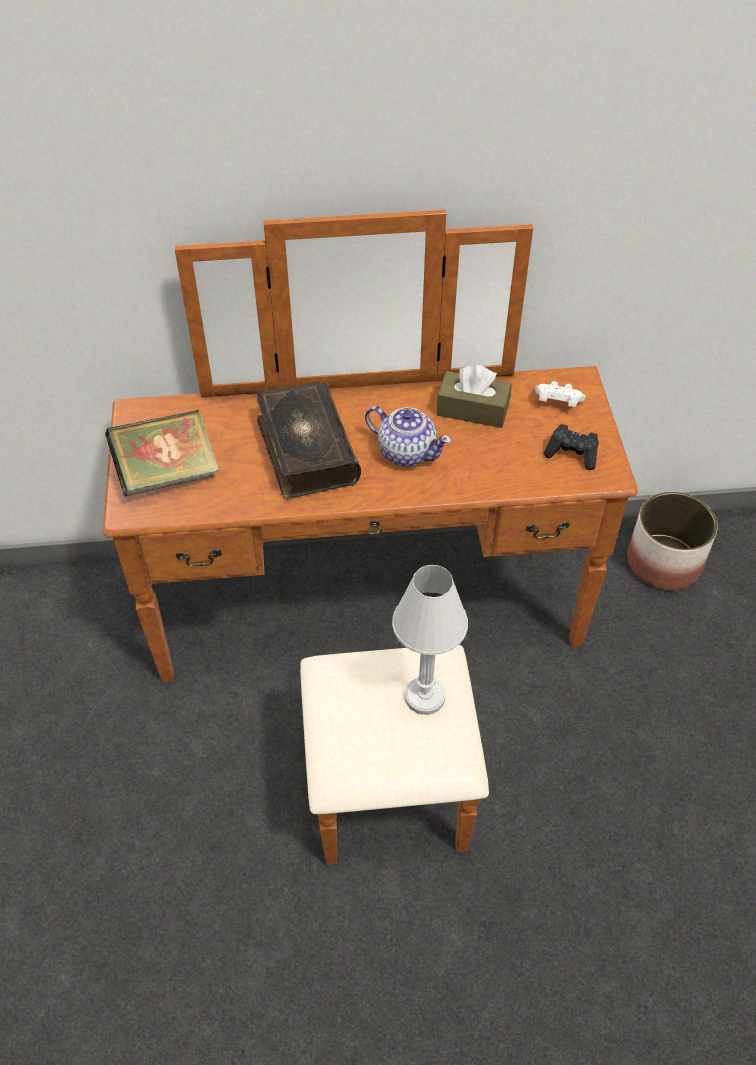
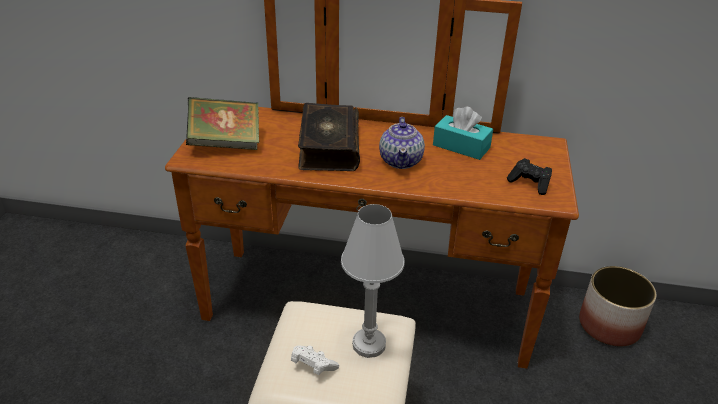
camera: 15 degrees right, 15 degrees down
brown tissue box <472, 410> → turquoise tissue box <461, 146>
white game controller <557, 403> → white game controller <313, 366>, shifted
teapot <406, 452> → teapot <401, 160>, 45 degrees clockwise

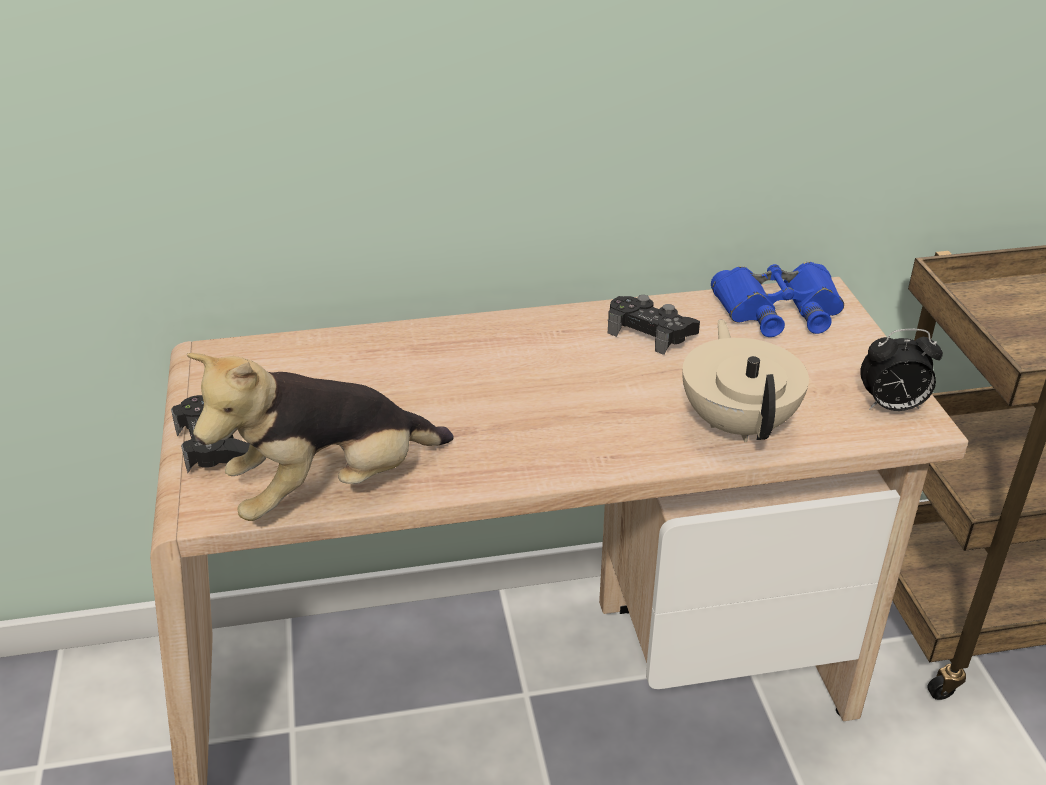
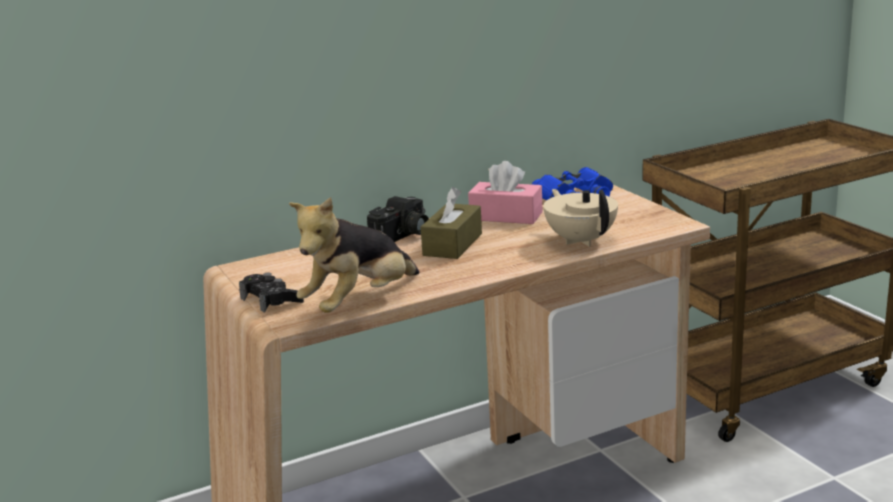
camera: 15 degrees left, 15 degrees down
black game controller <650, 332> → pink tissue box <506, 216>
alarm clock <891, 407> → -
- → brown tissue box <452, 244>
- → photo camera <403, 236>

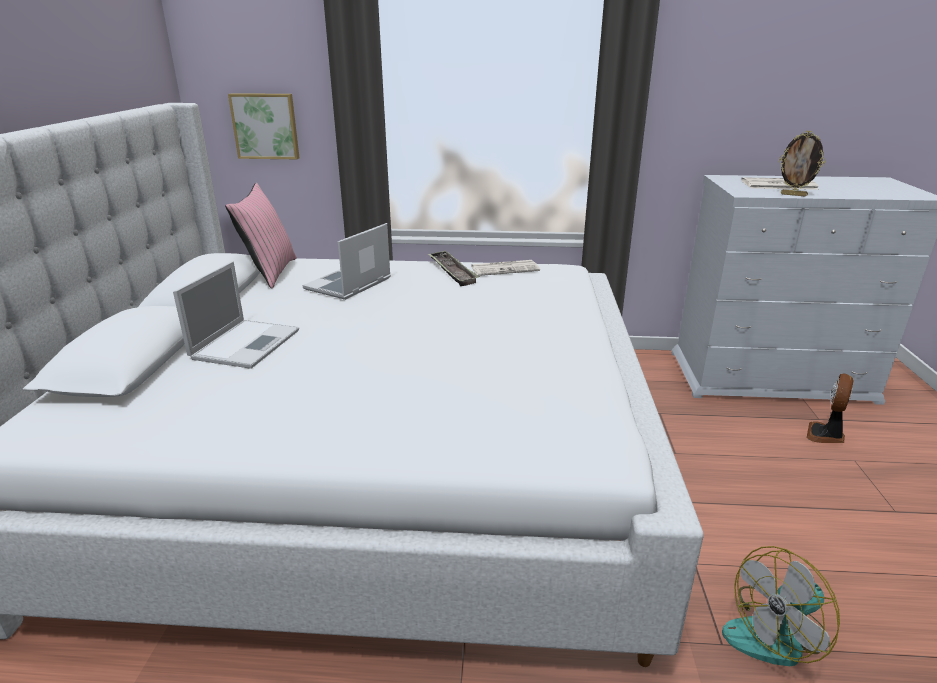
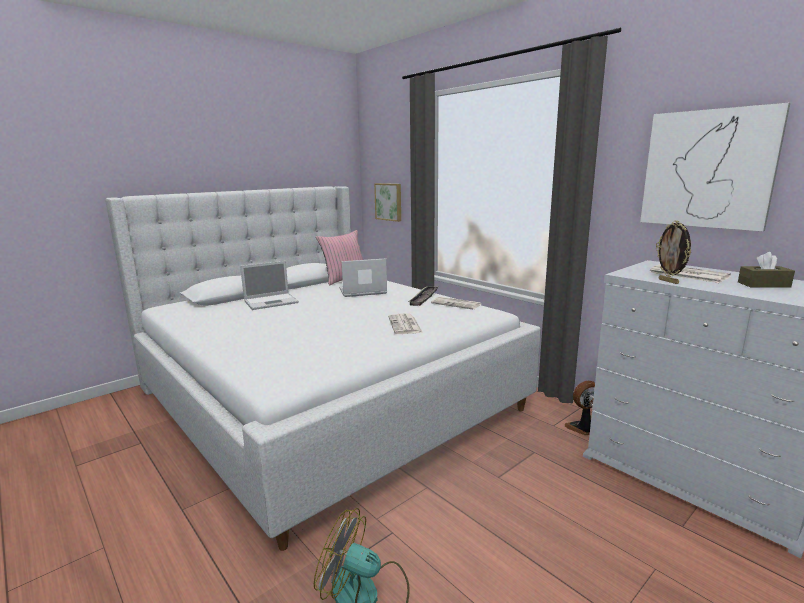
camera: 45 degrees right, 10 degrees down
fan <825, 435> → fan <582, 428>, shifted
- → picture <707, 169>
- → brown tissue box <763, 285>
- → newspaper <405, 325>

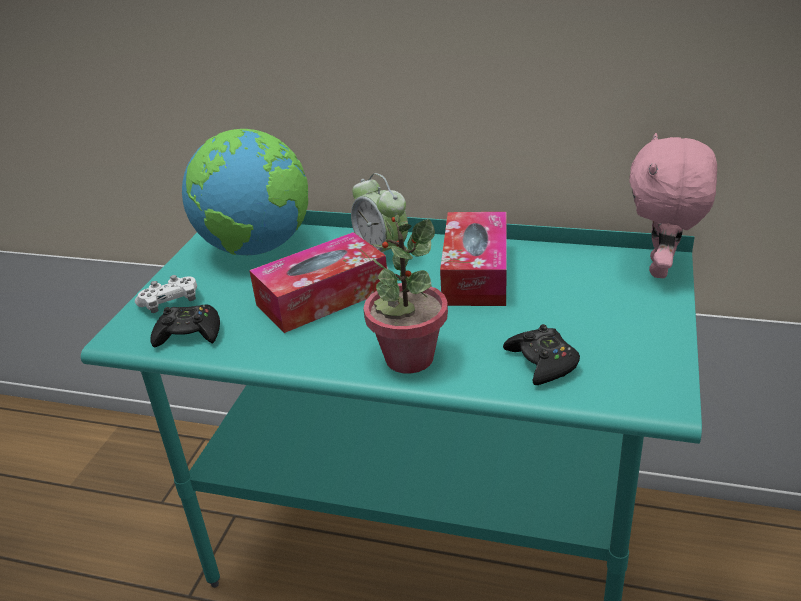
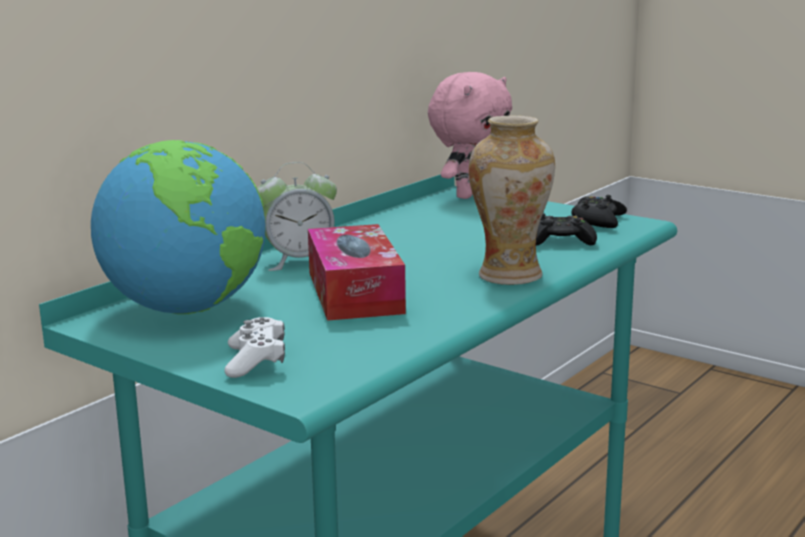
camera: 70 degrees left, 15 degrees down
pink plush toy <662, 269> → pink plush toy <469, 195>, 90 degrees counterclockwise
tissue box <475, 273> → -
potted plant <408, 358> → vase <509, 276>
black game controller <189, 334> → black game controller <598, 221>, shifted

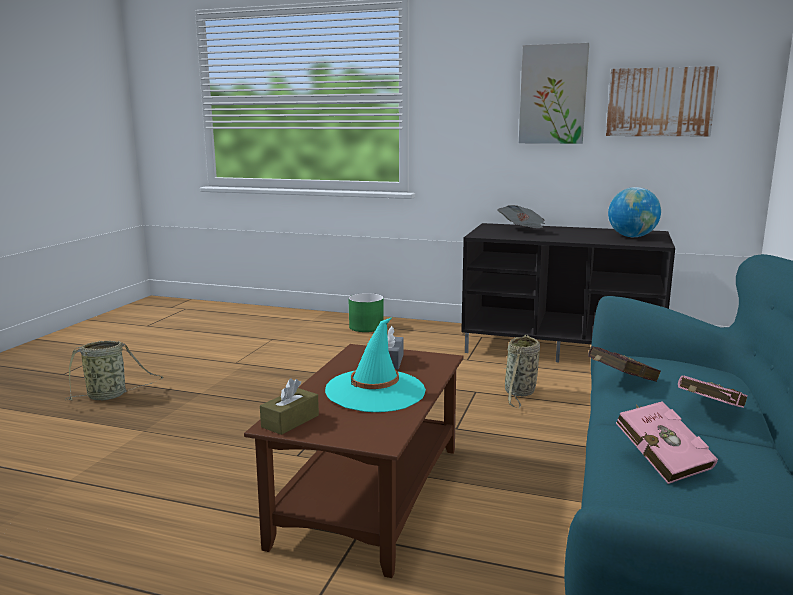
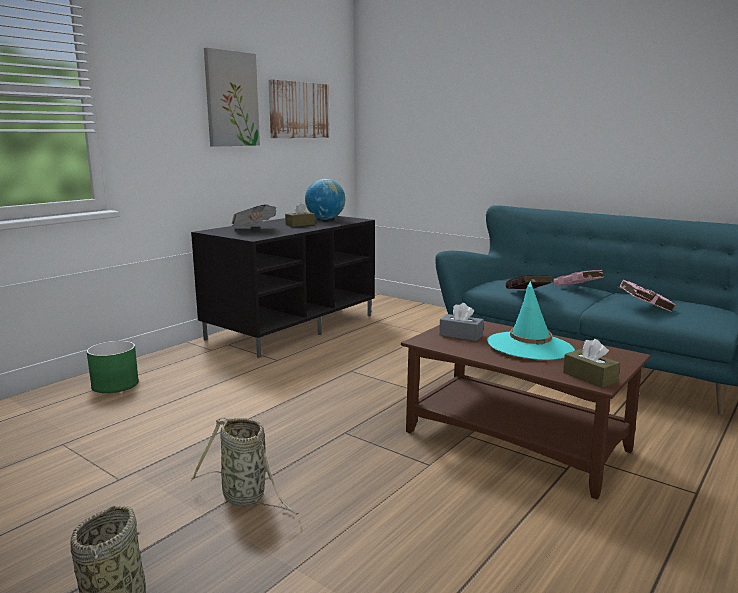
camera: 70 degrees left, 0 degrees up
basket <519, 393> → basket <246, 497>, shifted
- → brown tissue box <300, 225>

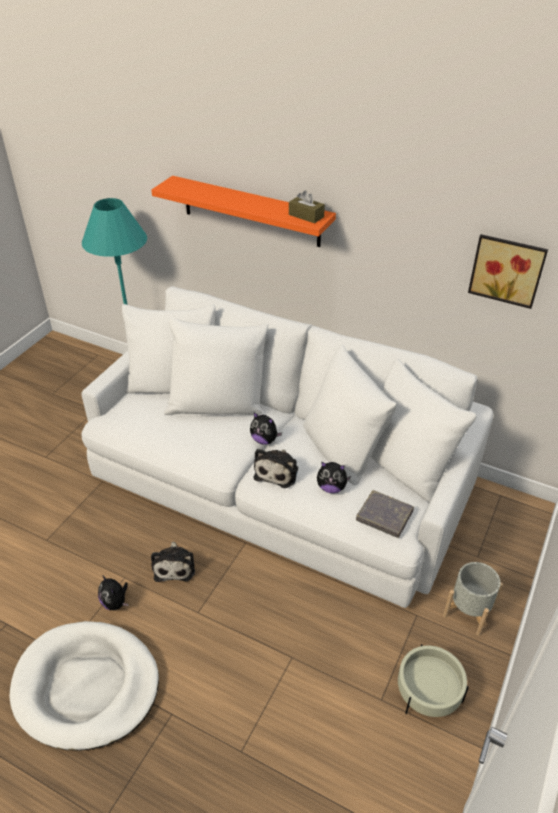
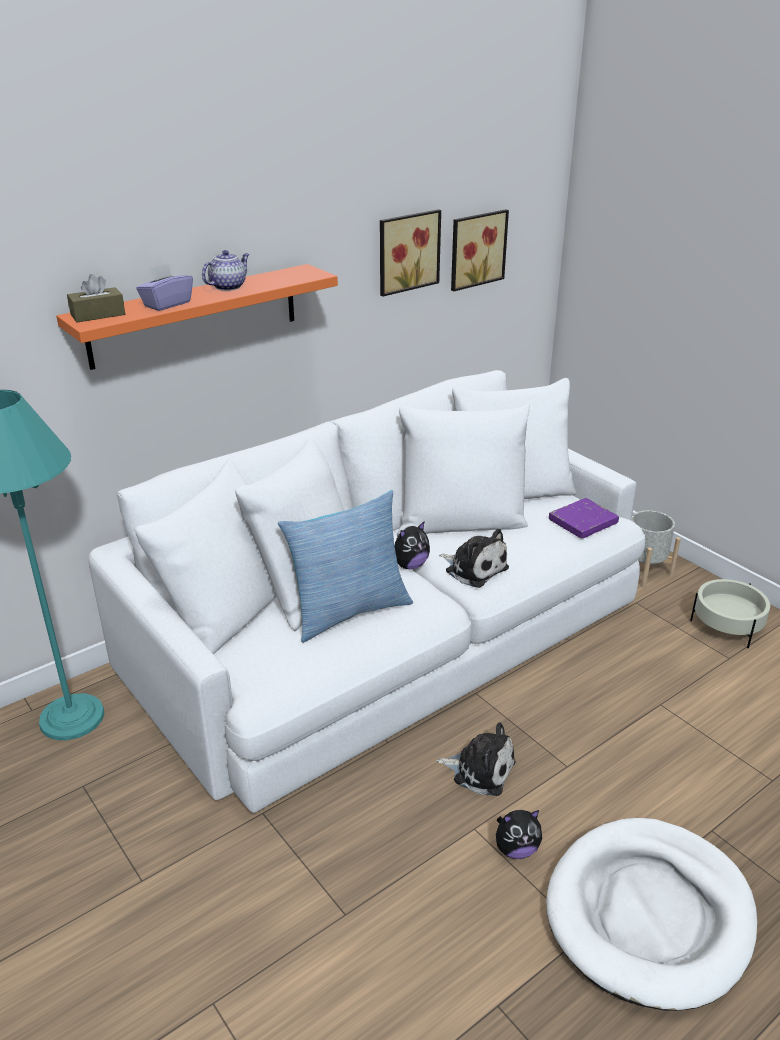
camera: 65 degrees left, 10 degrees down
brown tissue box <306, 216> → brown tissue box <98, 315>, shifted
plush toy <331, 488> → -
grey book <384, 516> → purple book <583, 522>
- → picture <407, 251>
- → teapot <228, 286>
- → purple tissue box <167, 304>
- → pillow <348, 611>

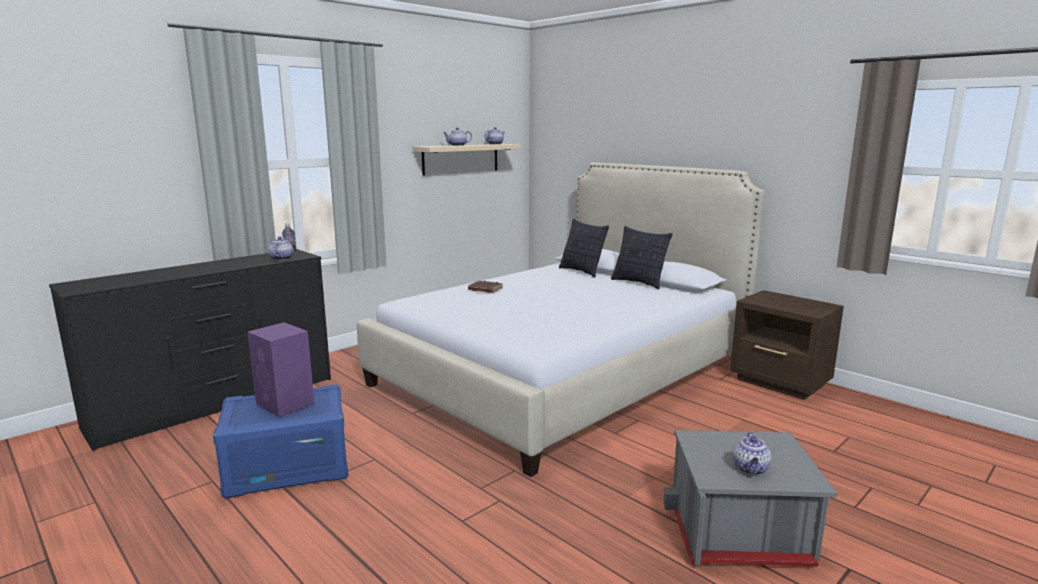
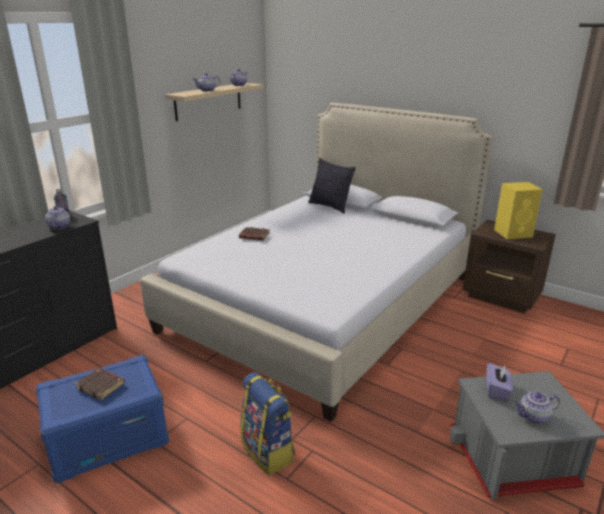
camera: 10 degrees left, 10 degrees up
pillow <639, 283> → -
purple speaker <286, 404> → brown book <101, 386>
teapot <751, 469> → teapot <533, 417>, 75 degrees clockwise
- → yellow speaker <513, 233>
- → purple tissue box <497, 390>
- → backpack <268, 451>

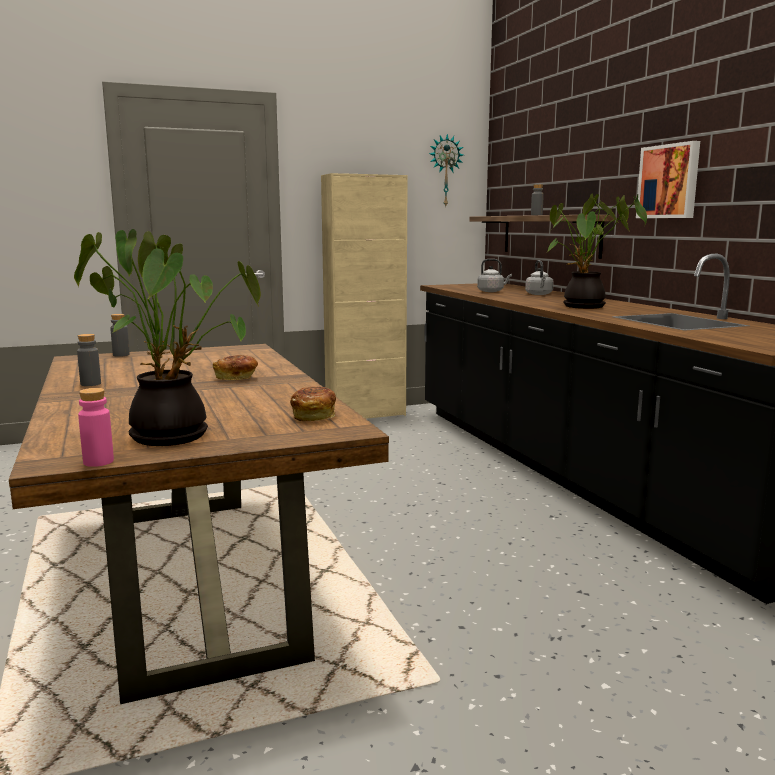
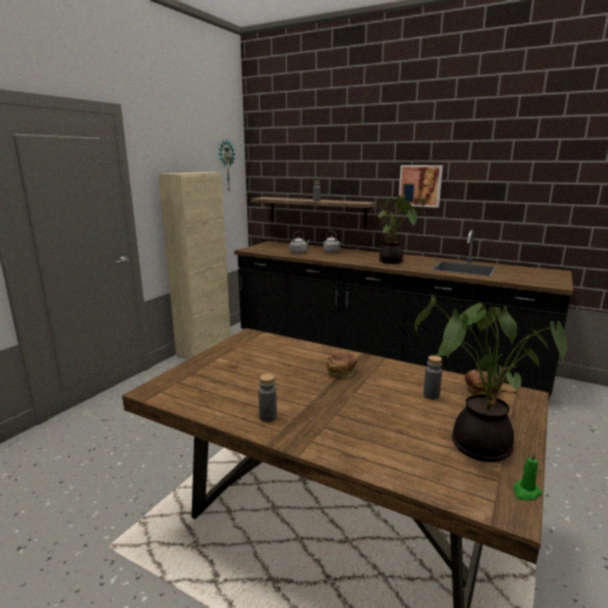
camera: 40 degrees left, 5 degrees up
grey bottle <121, 355> → grey bottle <431, 395>, shifted
pink bottle <98, 462> → green candle <525, 492>

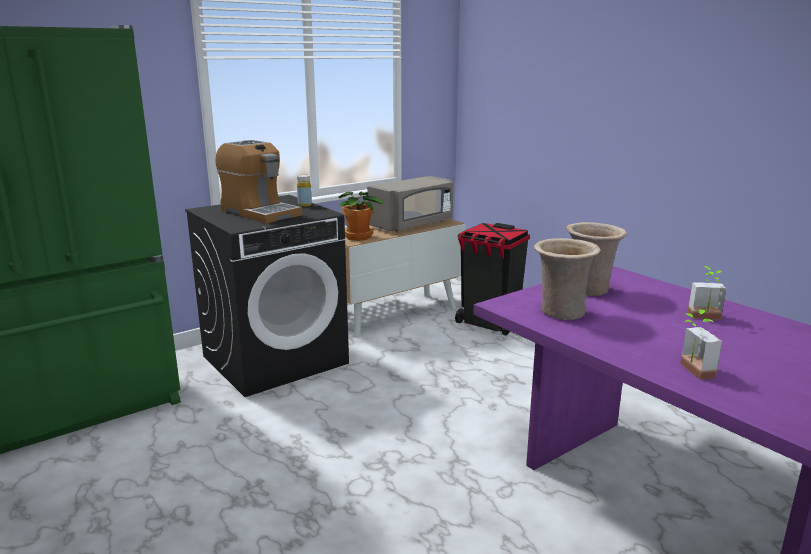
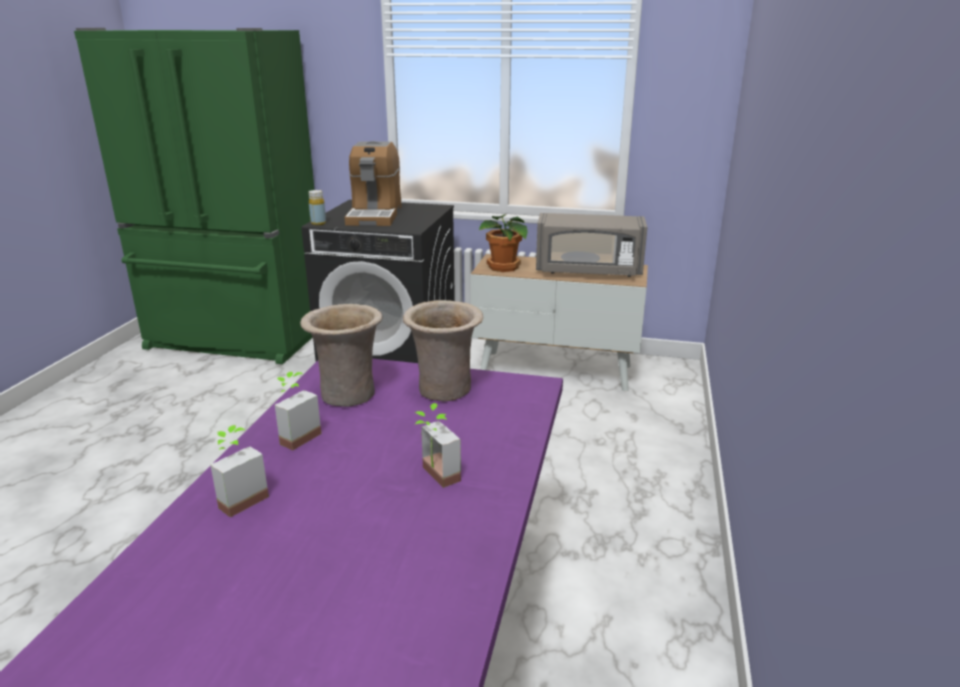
camera: 50 degrees right, 5 degrees up
yellow bottle <305, 205> → yellow bottle <318, 223>, shifted
black trash can <489, 324> → -
- → potted plant <295, 436>

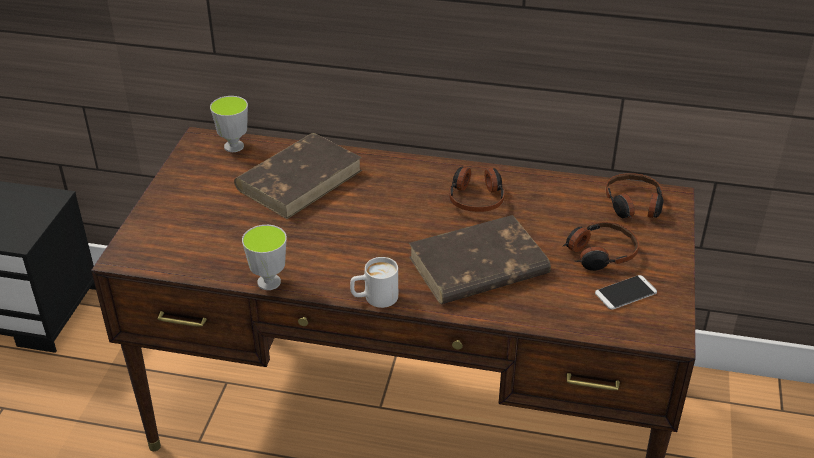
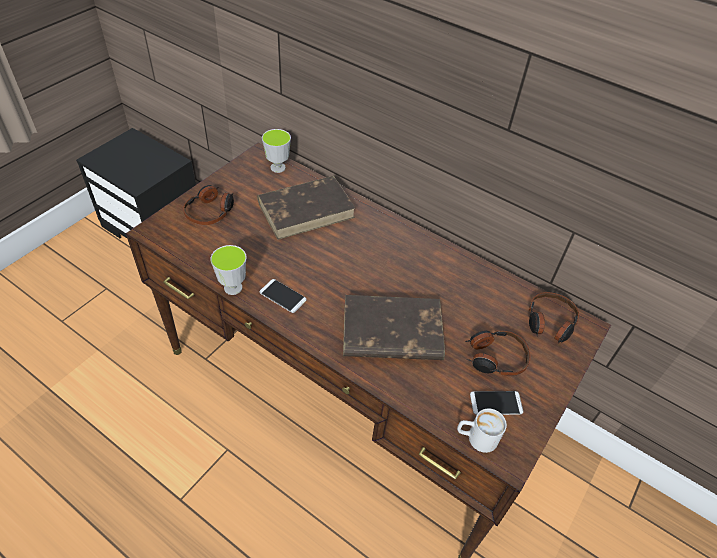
camera: 20 degrees right, 10 degrees up
headphones <476, 197> → headphones <211, 211>, shifted
white mug <374, 298> → white mug <476, 438>, shifted
- → phone <283, 296>

